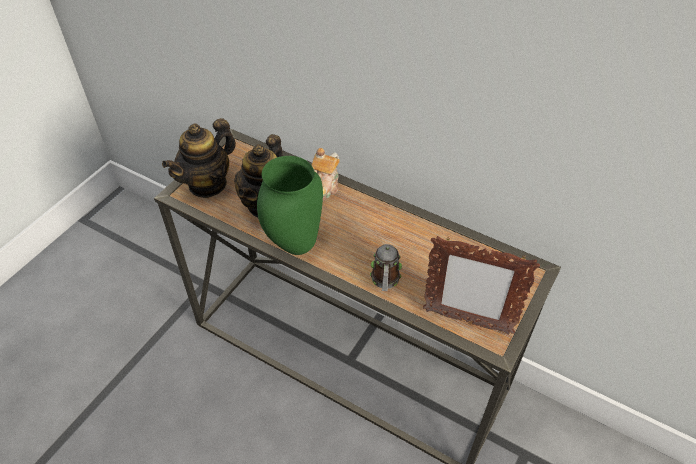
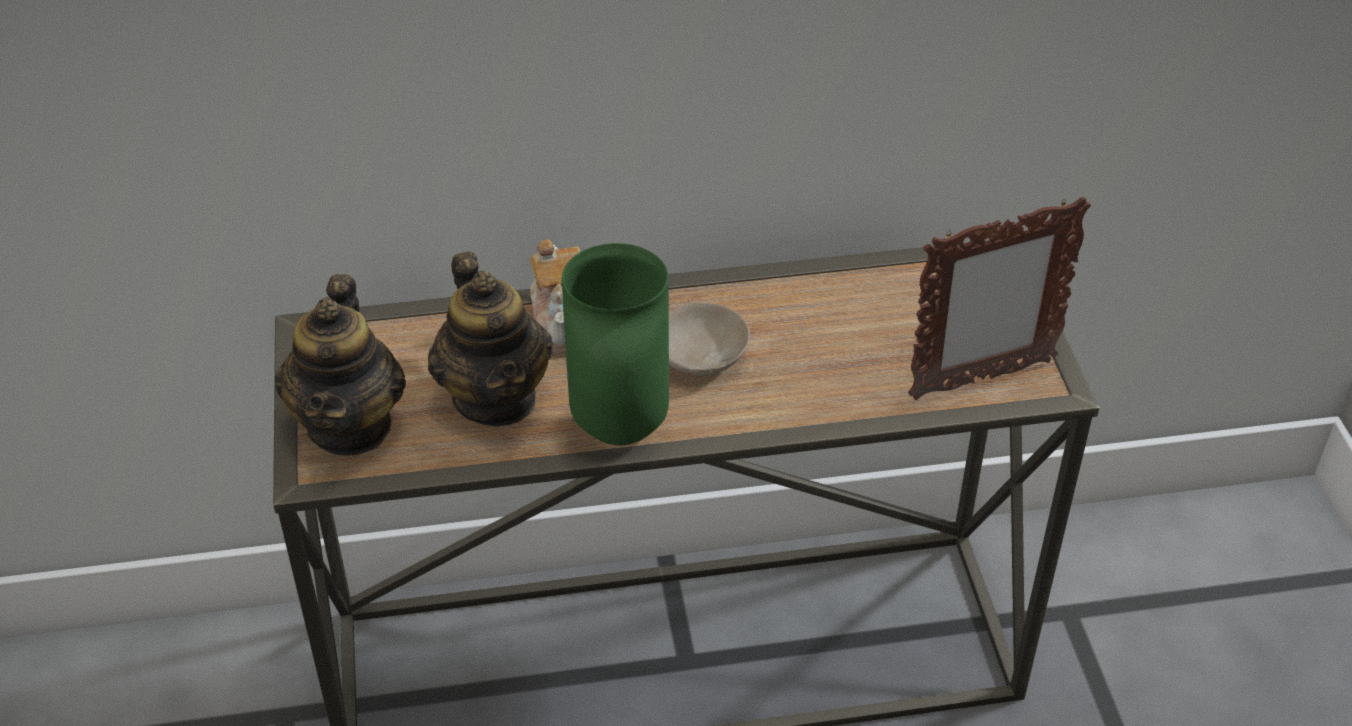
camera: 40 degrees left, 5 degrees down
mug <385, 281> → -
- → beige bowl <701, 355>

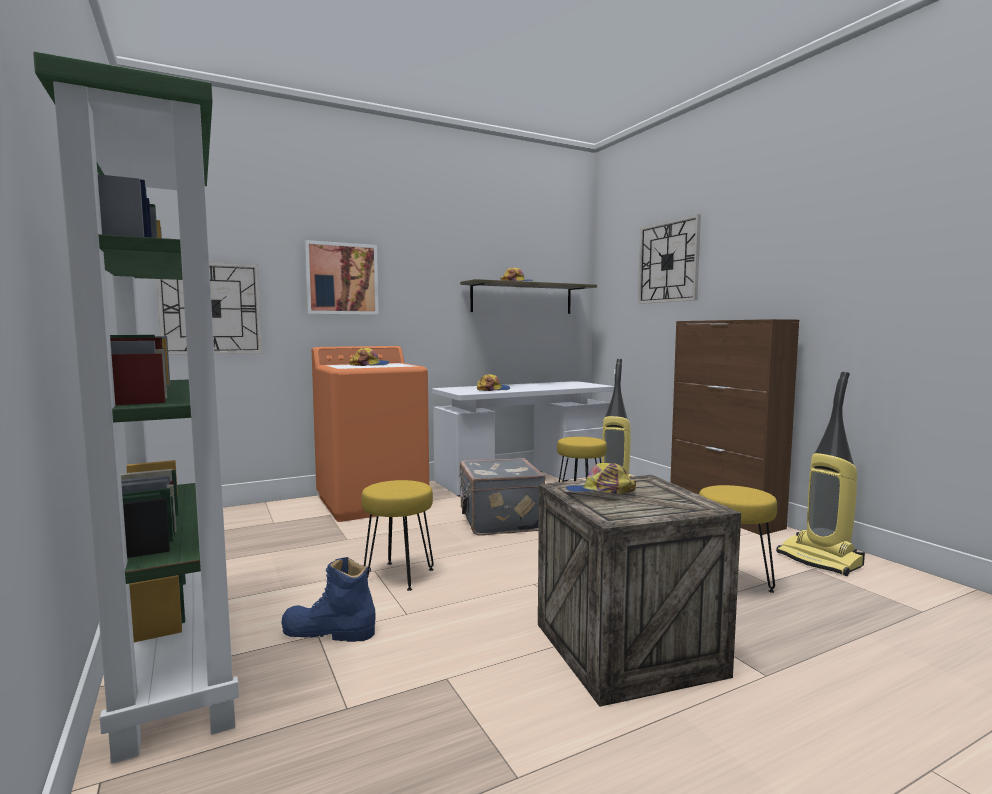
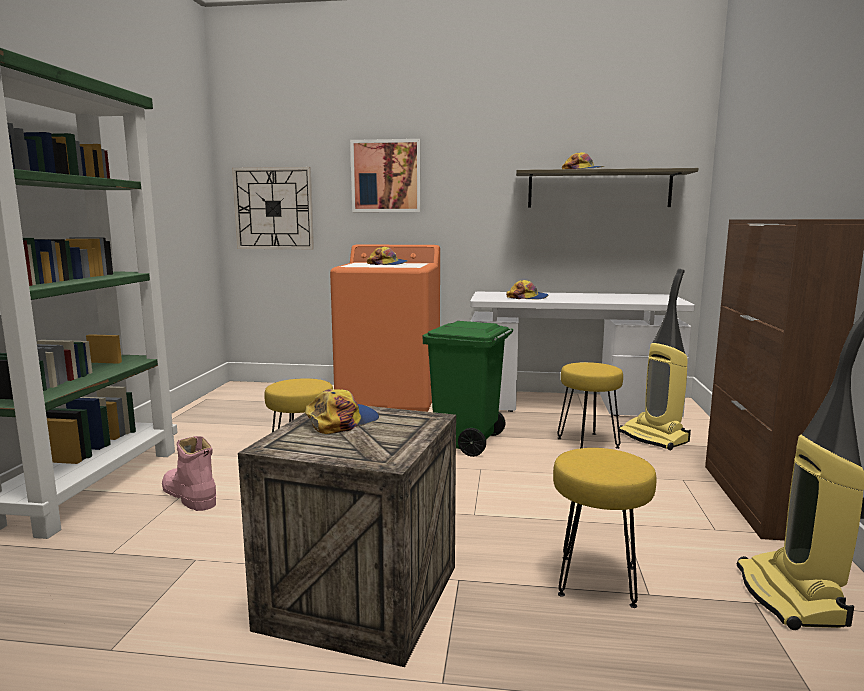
camera: 35 degrees right, 5 degrees up
wall clock <668, 262> → -
grey suitcase <499, 521> → green trash can <467, 442>
cap <600, 493> → cap <342, 421>, 90 degrees clockwise
blue boot <328, 632> → pink boot <189, 496>

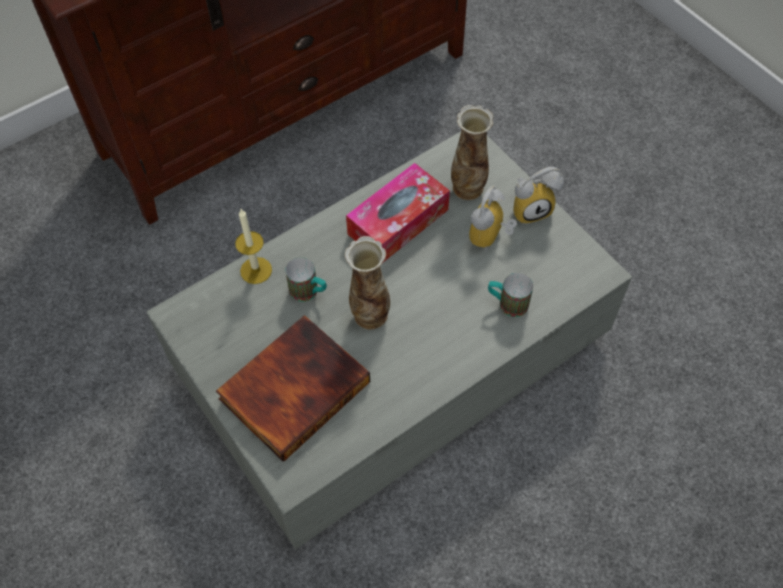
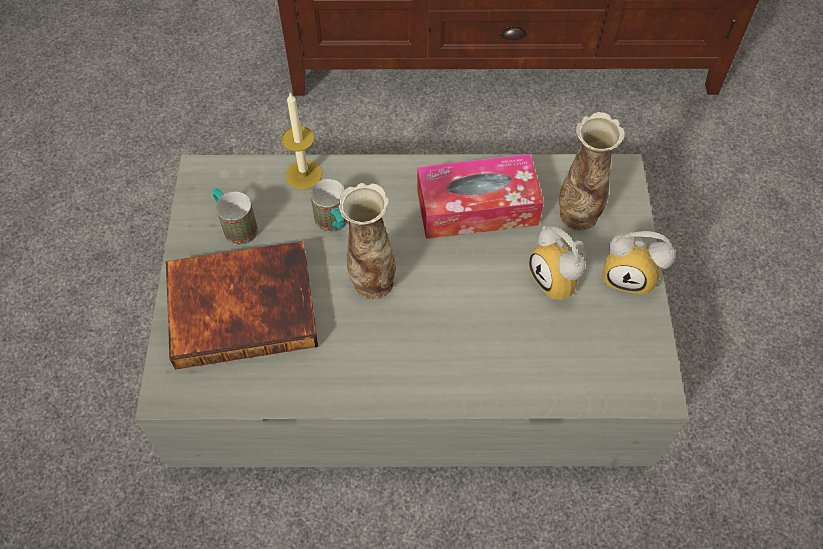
camera: 35 degrees right, 0 degrees up
alarm clock <490, 238> → alarm clock <559, 280>, 90 degrees counterclockwise
mug <507, 304> → mug <236, 226>, shifted

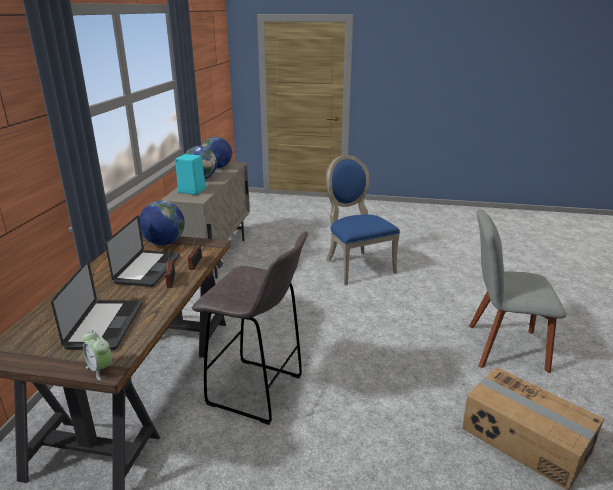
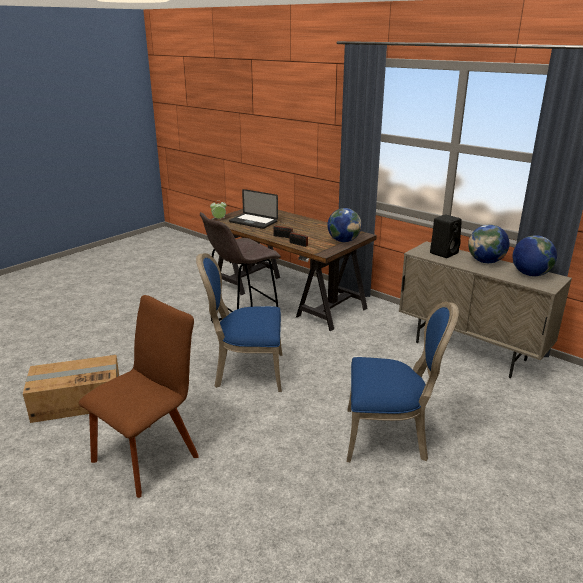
camera: 120 degrees right, 0 degrees up
turquoise speaker <191, 191> → black speaker <444, 253>
grey chair <501, 347> → brown chair <149, 455>
laptop <148, 269> → -
- → blue chair <246, 372>

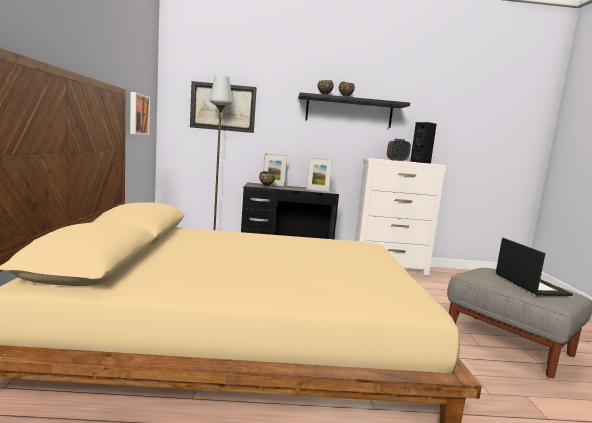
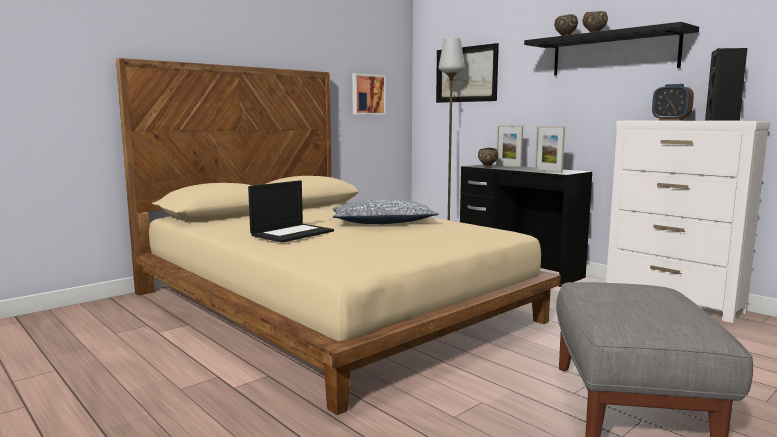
camera: 50 degrees right, 0 degrees up
laptop <530, 284> → laptop <292, 233>, shifted
- → pillow <382, 223>

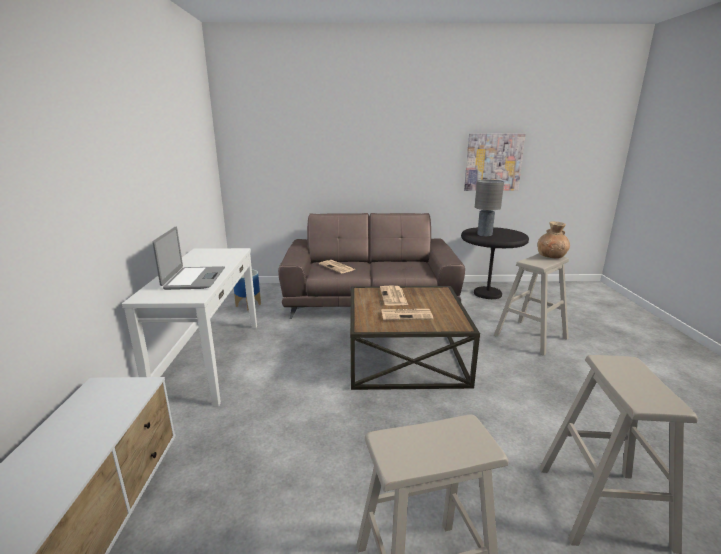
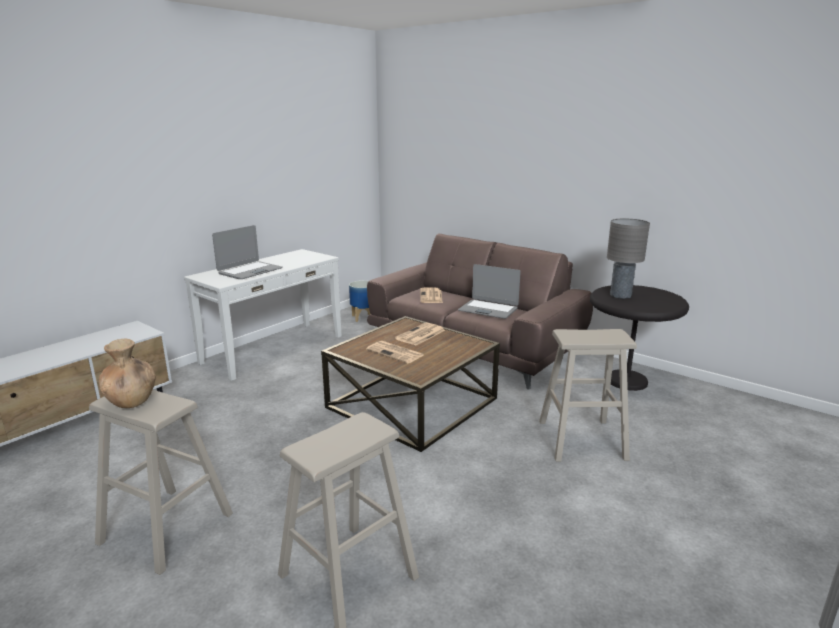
camera: 40 degrees right, 0 degrees up
picture <493, 162> → -
brown vase <551, 256> → brown vase <131, 401>, shifted
- → laptop <488, 310>

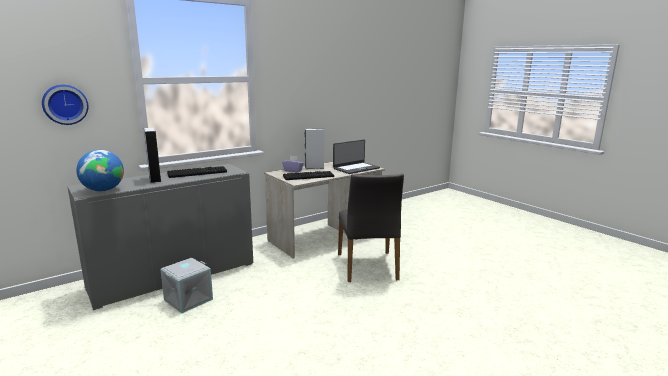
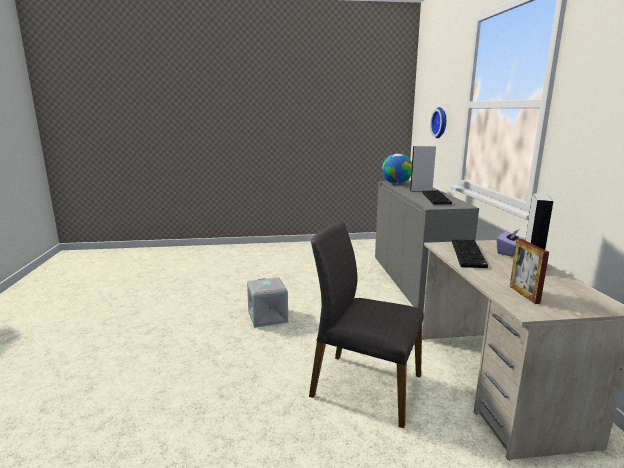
camera: 120 degrees right, 0 degrees up
laptop <356, 168> → picture frame <524, 294>
grey storage box <188, 299> → grey storage box <268, 317>, shifted

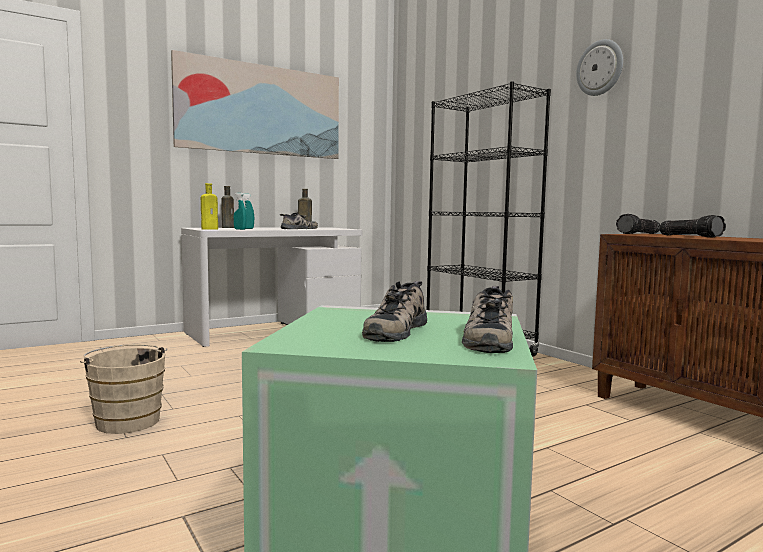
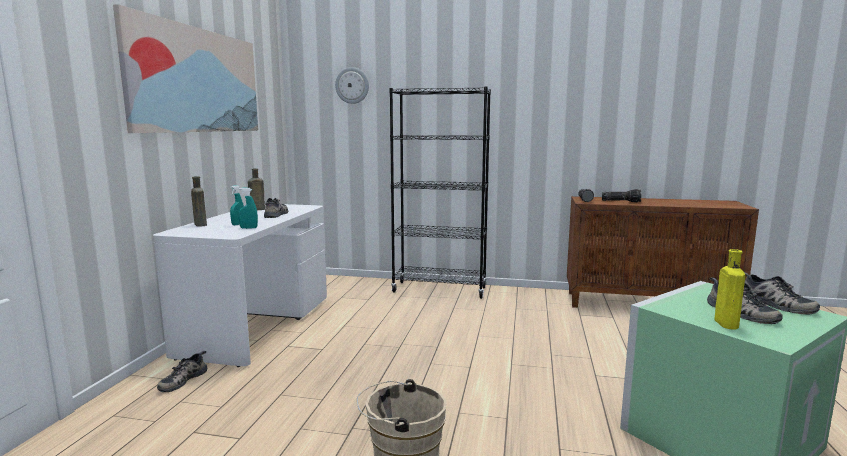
camera: 45 degrees left, 5 degrees up
wall clock <600, 68> → wall clock <352, 85>, shifted
yellow bottle <211, 229> → yellow bottle <725, 323>, shifted
- → shoe <182, 379>

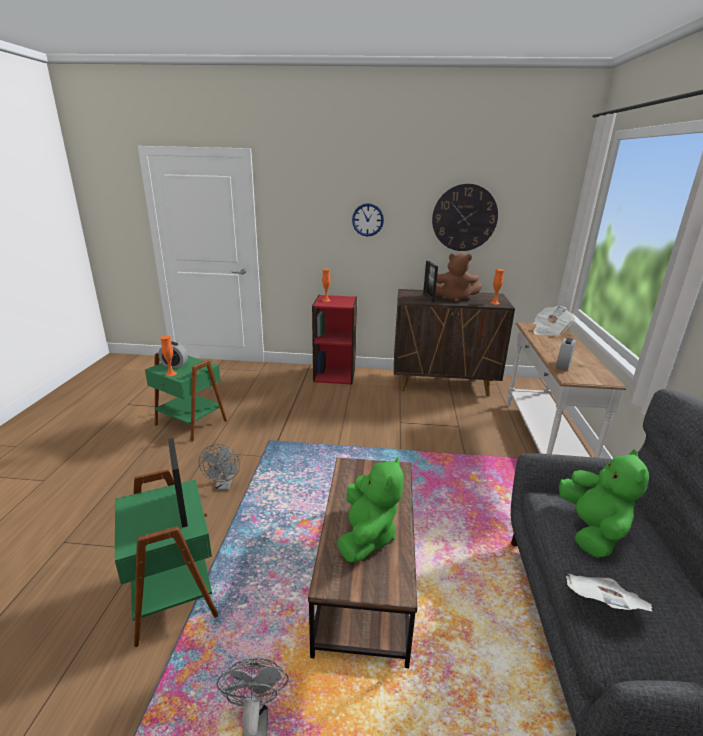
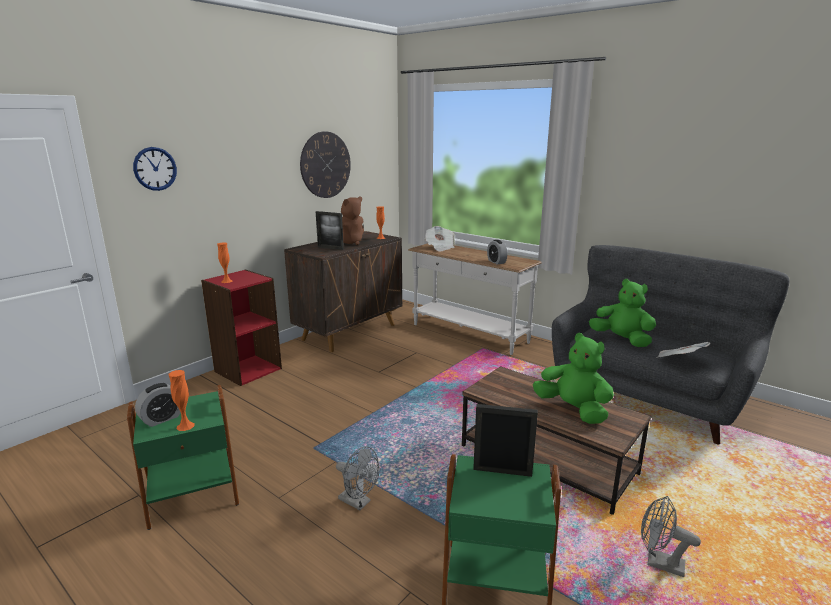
camera: 55 degrees left, 5 degrees down
wall clock <367, 220> → wall clock <155, 169>, shifted

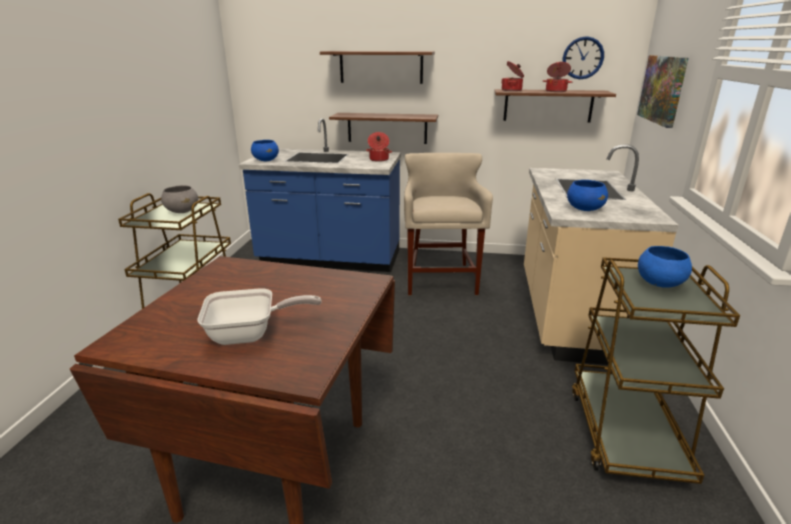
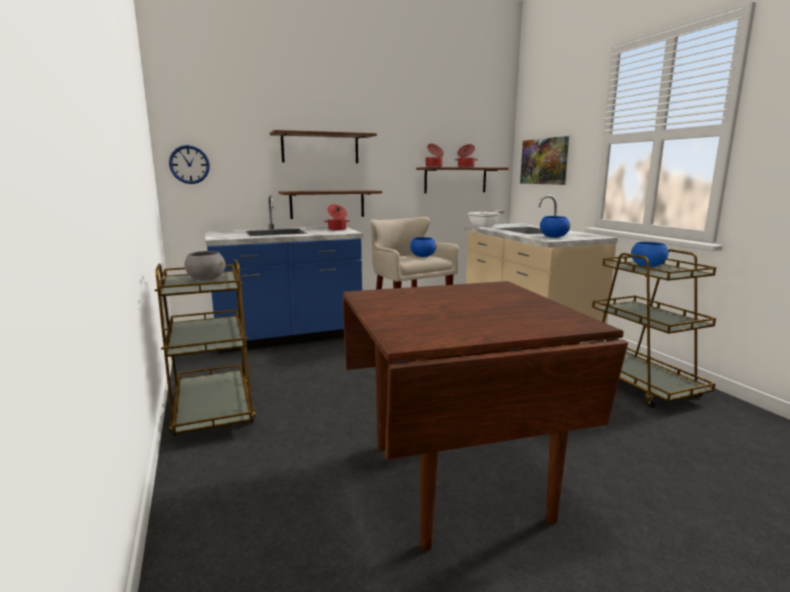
camera: 30 degrees left, 10 degrees down
wall clock <582, 58> → wall clock <189, 164>, shifted
blue bowl <266, 160> → blue bowl <422, 256>, shifted
frying pan <250, 334> → frying pan <485, 226>, shifted

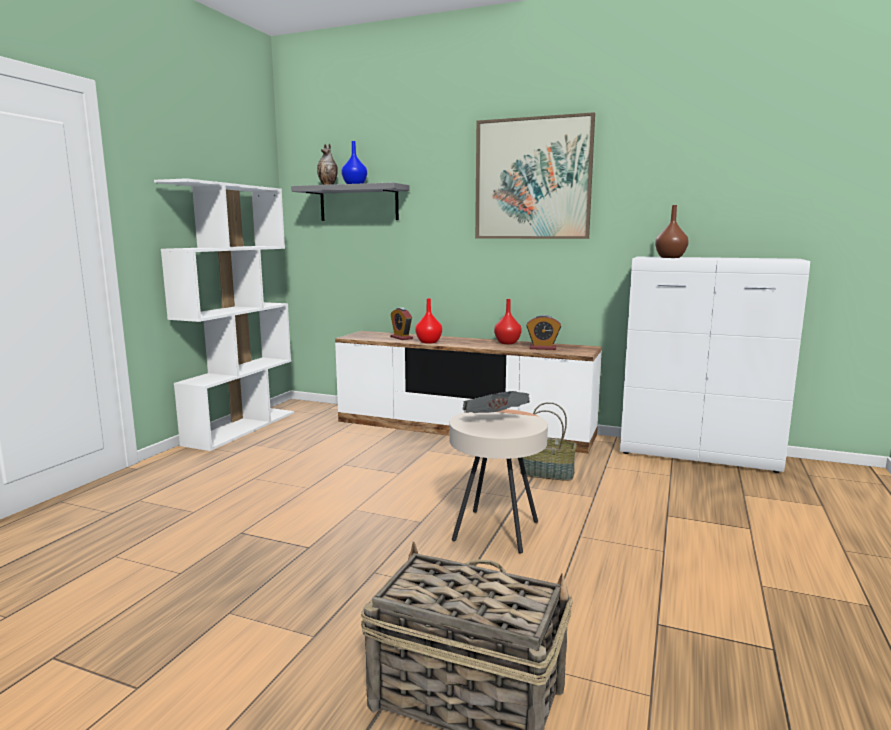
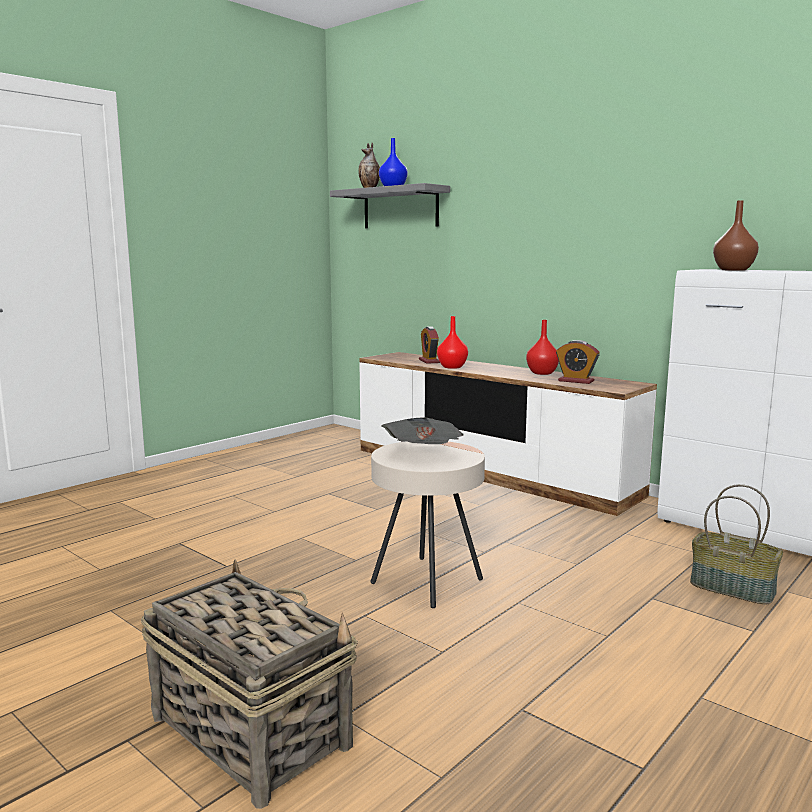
camera: 20 degrees right, 0 degrees up
picture <532, 179> → -
white bookcase <241, 428> → -
basket <547, 473> → basket <733, 588>, shifted

